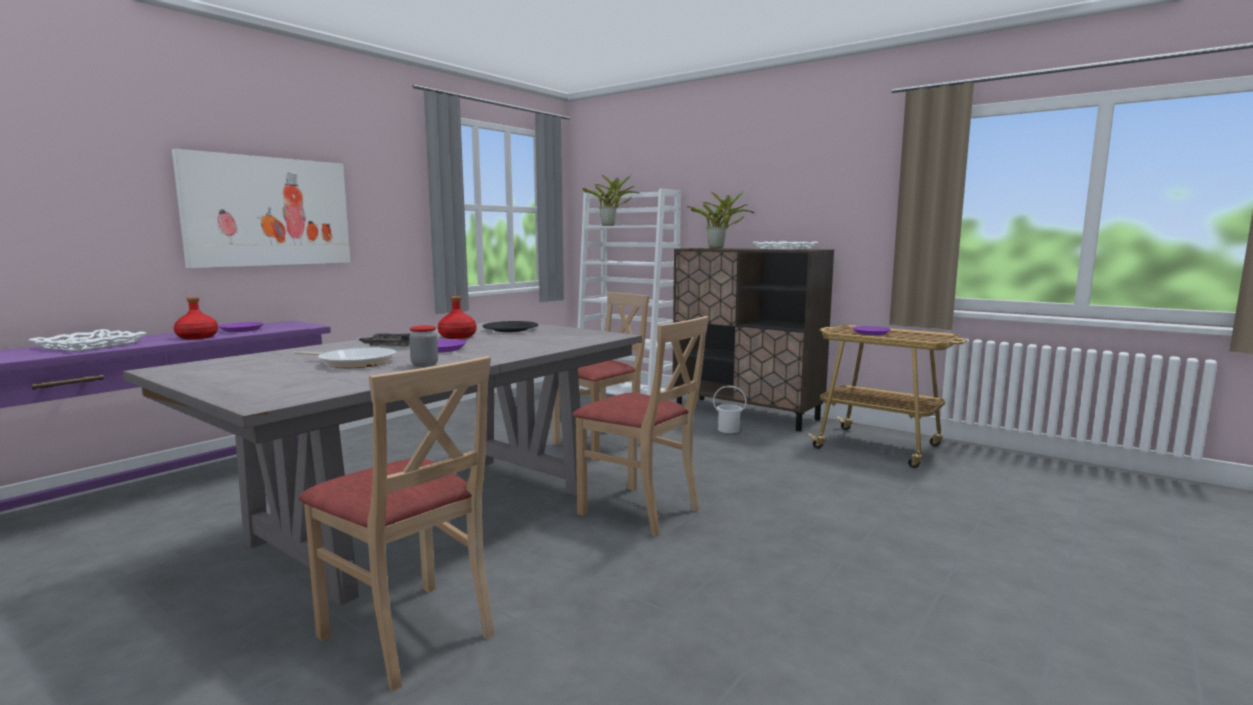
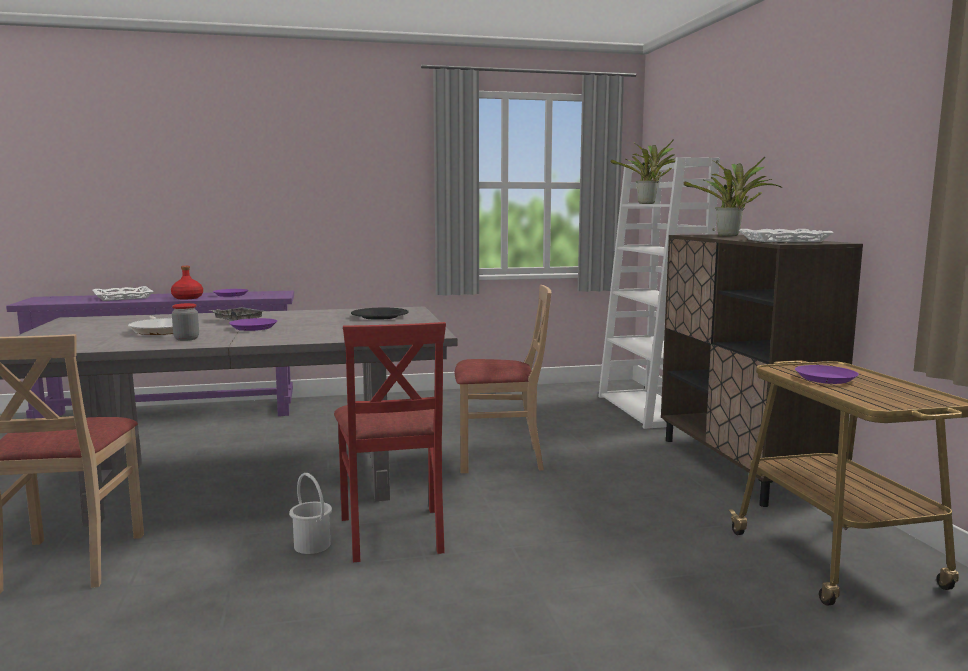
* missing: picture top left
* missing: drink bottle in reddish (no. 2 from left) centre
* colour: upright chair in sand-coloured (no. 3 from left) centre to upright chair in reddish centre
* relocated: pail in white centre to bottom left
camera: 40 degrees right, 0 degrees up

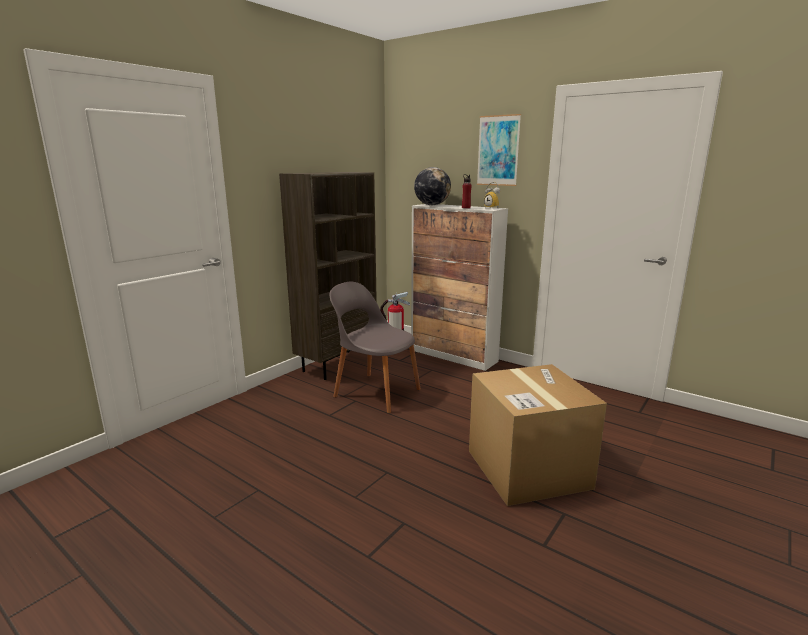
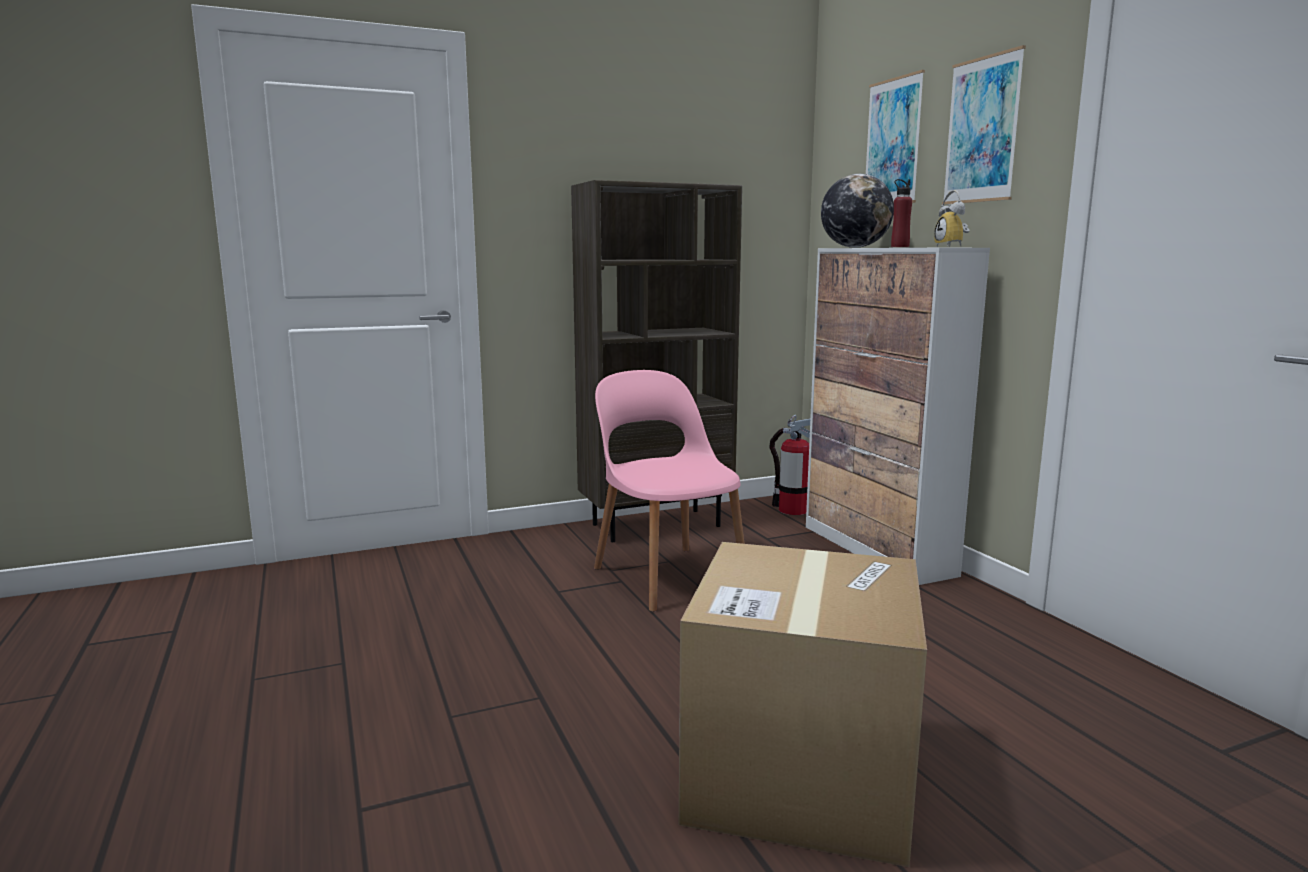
* colour: upright chair in greyish centre to upright chair in pink-coloured centre
* appeared: picture (no. 1 from left) top right
camera: 30 degrees right, 5 degrees down

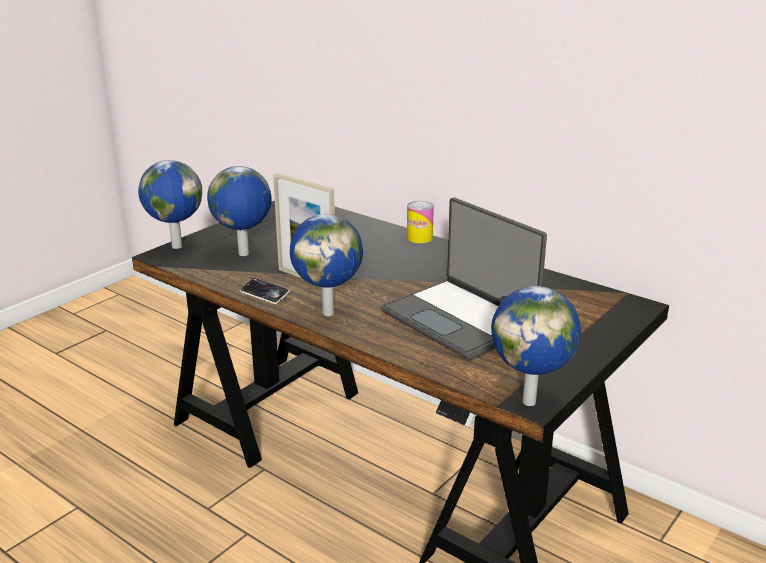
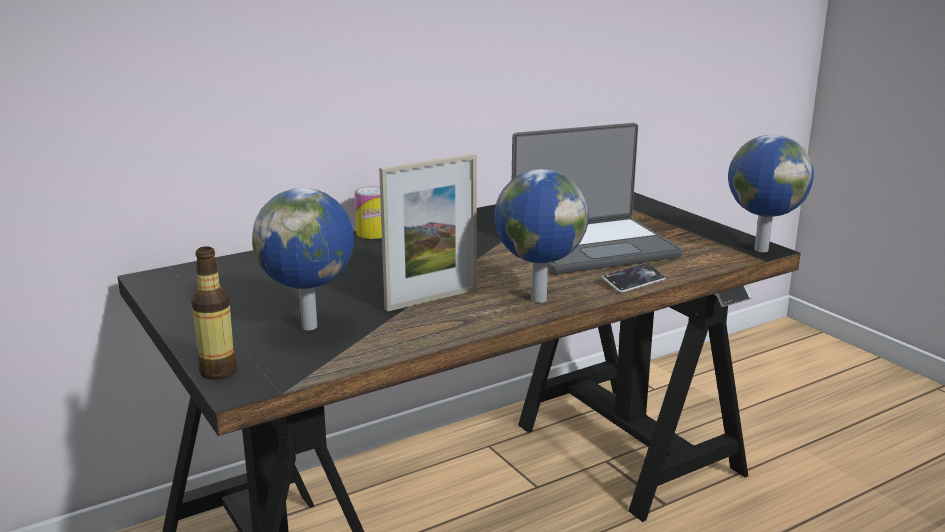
* exchanged: desk globe (no. 1 from left) middle left to drink bottle middle left
* relocated: phone centre to middle right
camera: 70 degrees left, 5 degrees down

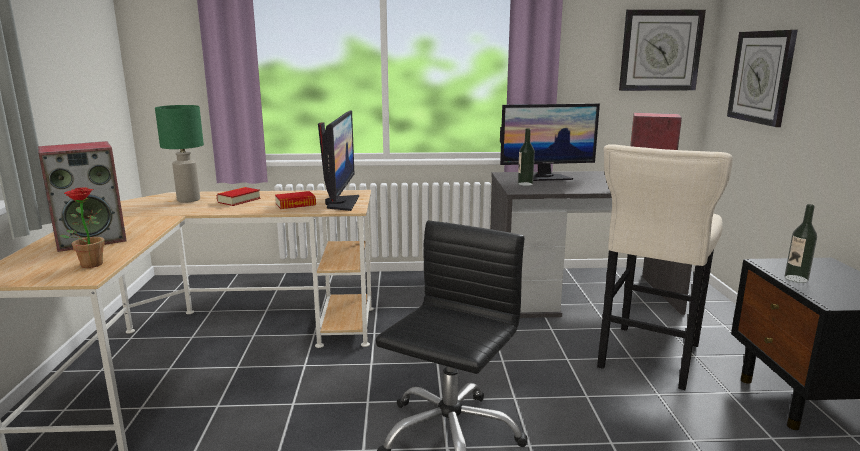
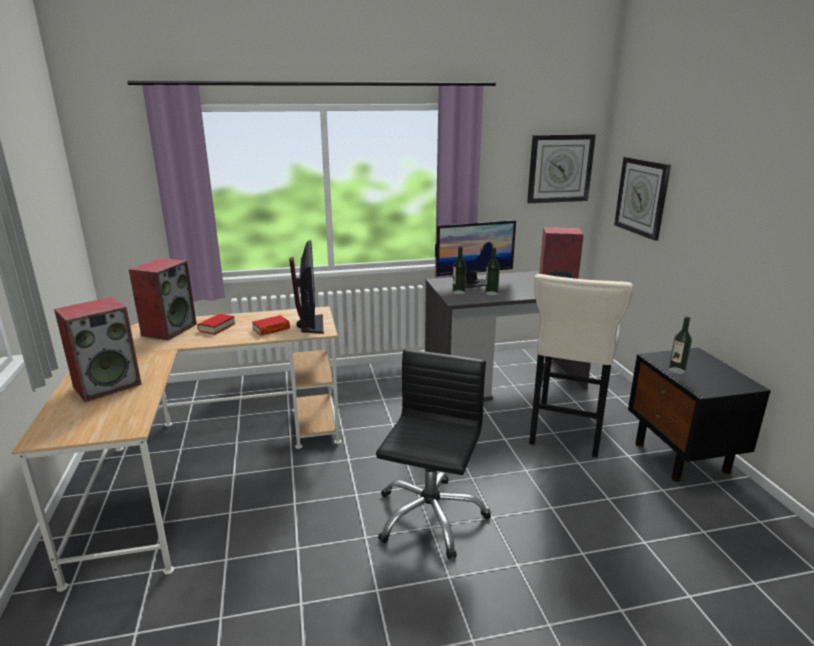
* missing: plant in a pot middle left
* exchanged: lamp for a table in green middle left to loudspeaker (no. 2 from left) middle left
* appeared: drink bottle (no. 2 from left) centre
camera: 10 degrees left, 5 degrees up

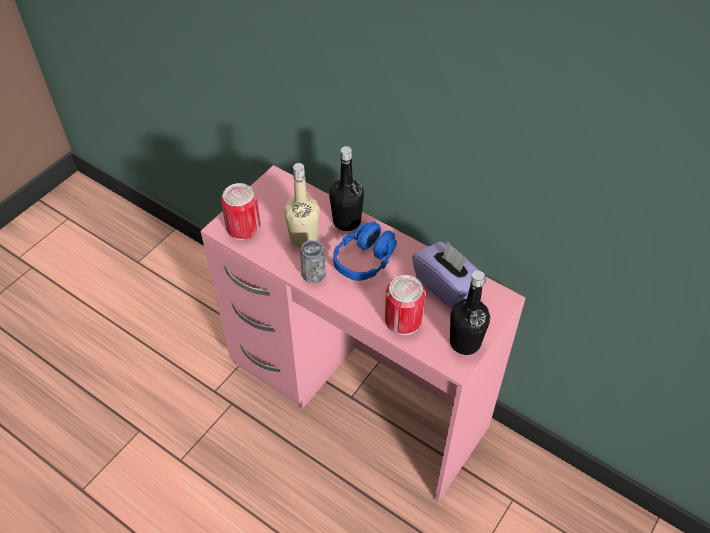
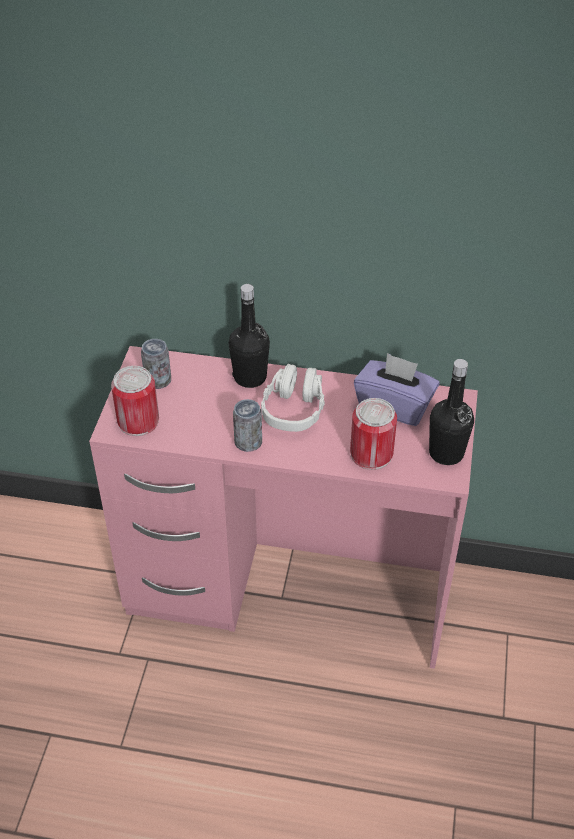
* missing: drink bottle in sand-coloured centre
* colour: headphones in blue centre to headphones in white centre
* appeared: sealed can (no. 2 from left) middle left
camera: 25 degrees left, 5 degrees down

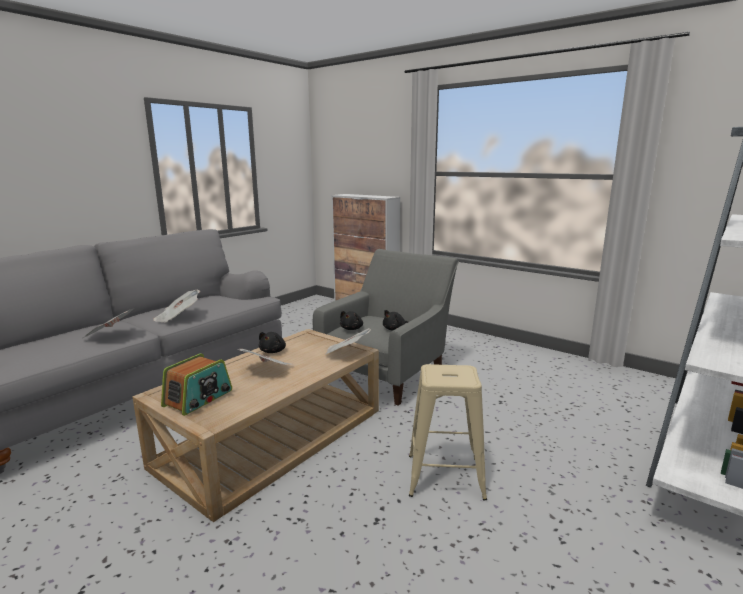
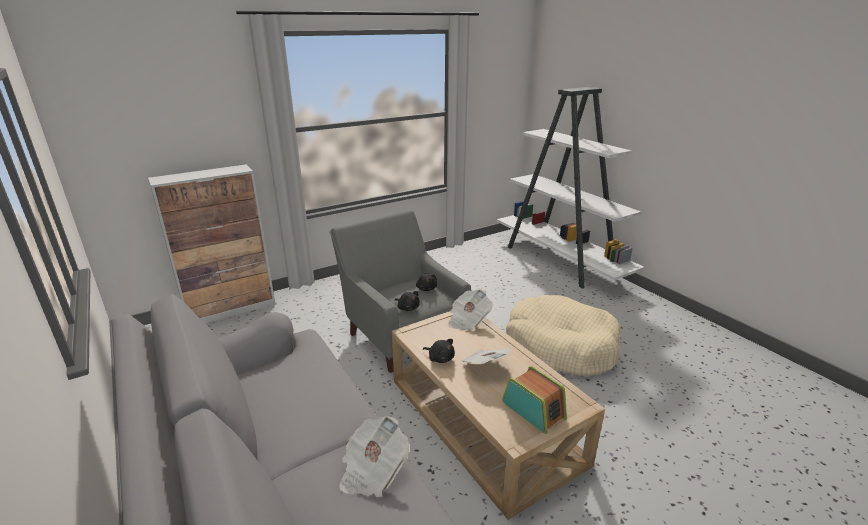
* missing: newspaper (no. 2 from left) middle left
* exchanged: stool seat in sand-coloured bottom centre to dog cushion in sand-coloured centre
camera: 70 degrees left, 10 degrees up

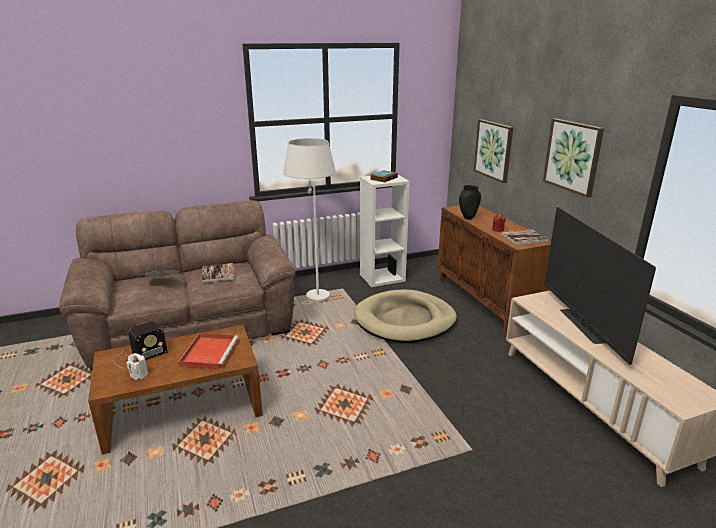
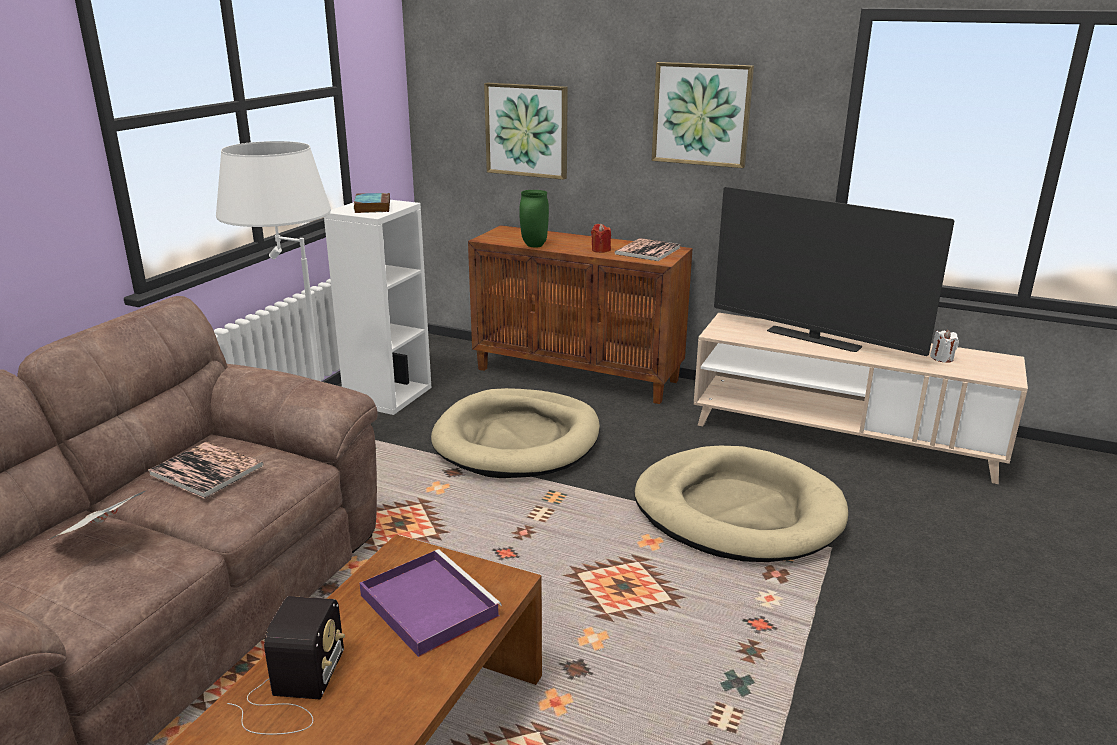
* relocated: candle in white bottom left to middle right
* colour: serving tray in reddish middle left to serving tray in purple bottom centre
* colour: vase in black centre to vase in green top centre
* appeared: dog cushion in sand-coloured (no. 2 from left) bottom centre
camera: 45 degrees left, 0 degrees up

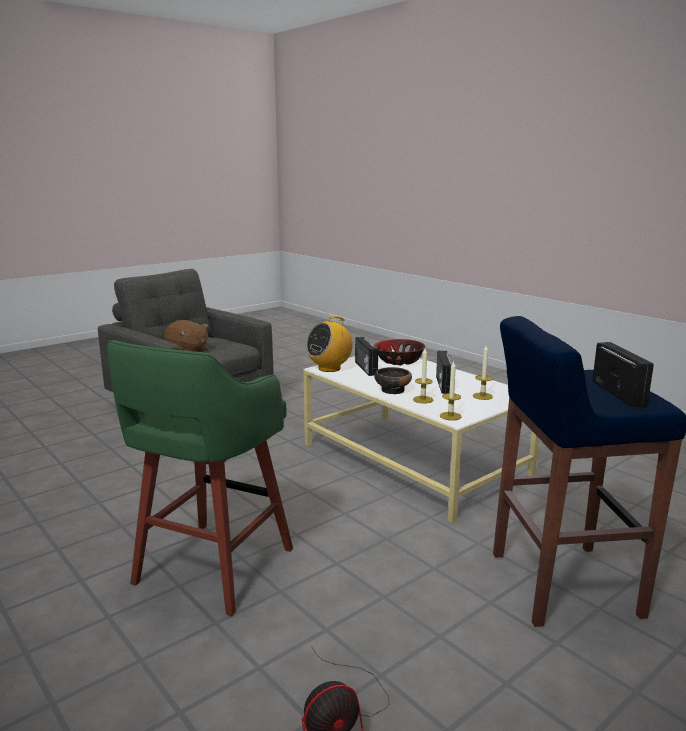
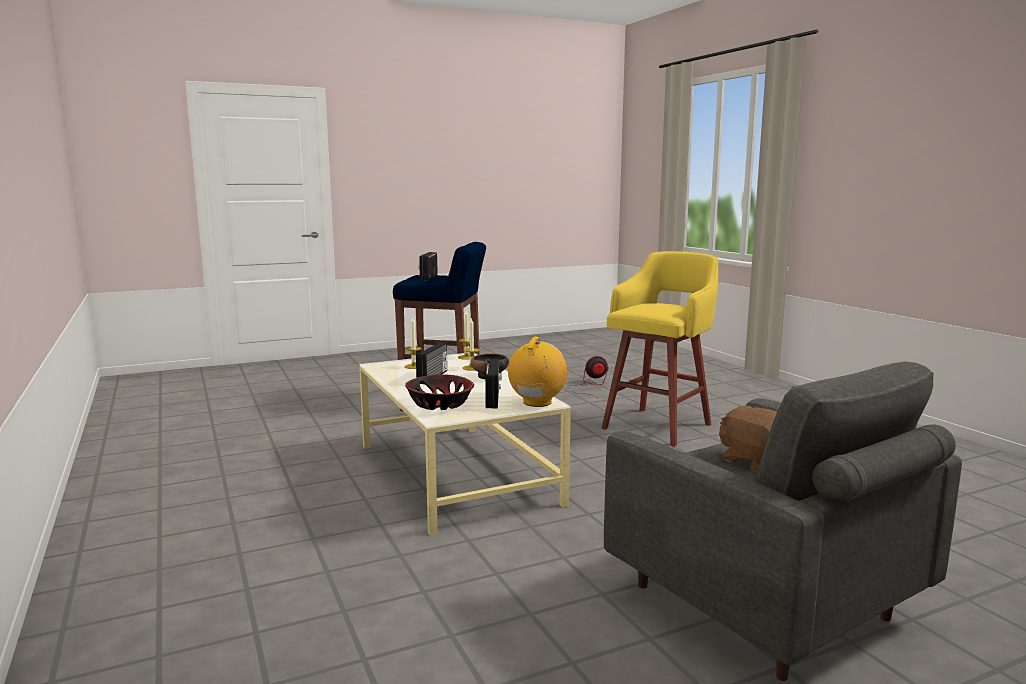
* colour: stool seat in green middle left to stool seat in yellow centre
* spun: radio receiver (no. 1 from left in the first image) centre = centre 45 degrees counterclockwise
camera: 165 degrees left, 5 degrees down

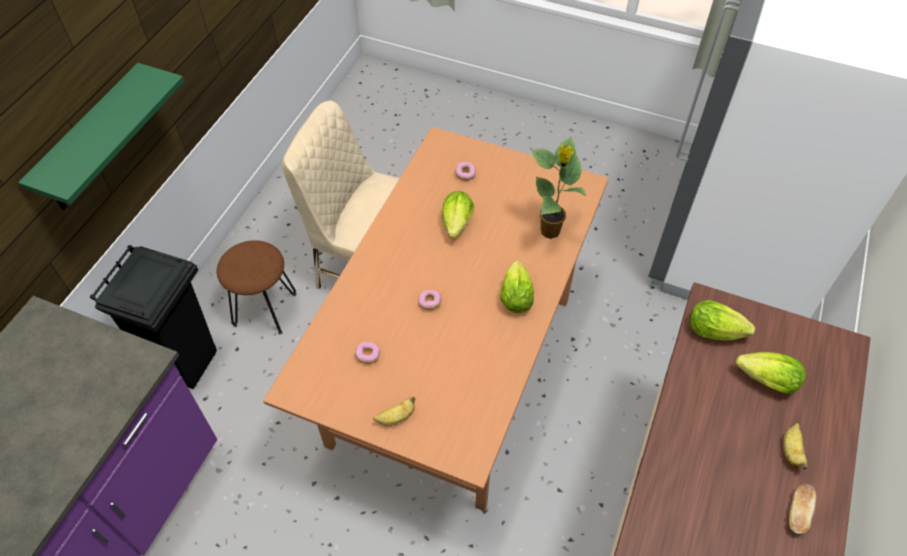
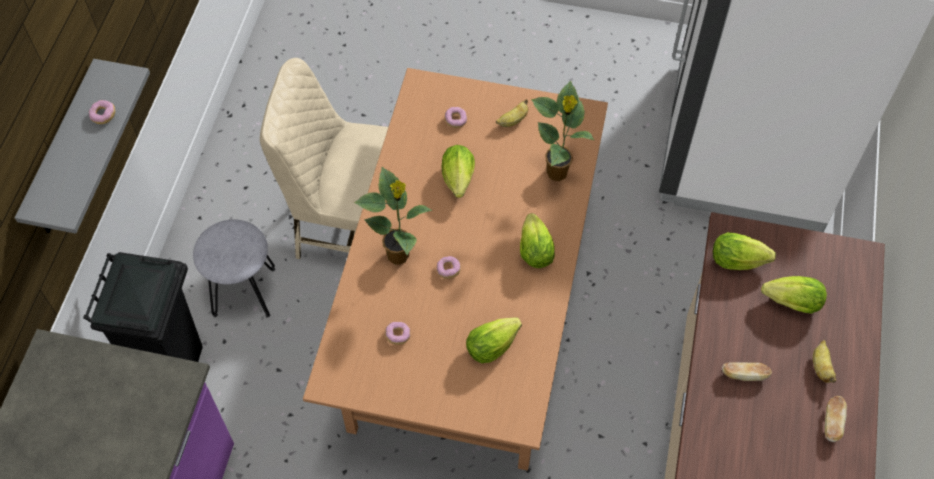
* colour: wall shelf in green top left to wall shelf in greyish top left
* colour: stool seat in brownish middle left to stool seat in greyish middle left
* relocated: whole banana (no. 1 from left) bottom centre to top centre
* appeared: doughnut (no. 1 from left) top left
* appeared: plant in a pot (no. 1 from left) centre
* appeared: head of lettuce (no. 2 from left) bottom centre
* appeared: bakery bread (no. 1 from left) bottom right
camera: 10 degrees left, 5 degrees up

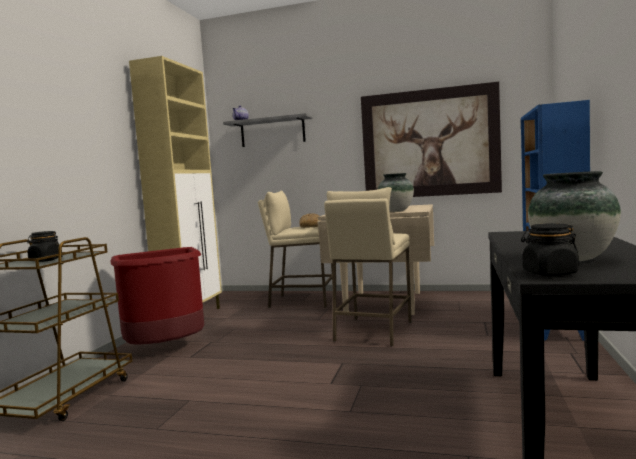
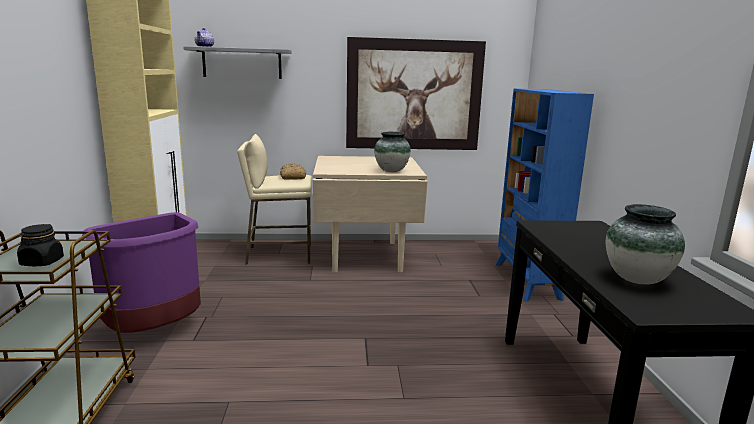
* colour: trash can in reddish middle left to trash can in purple middle left
* missing: stool seat in sand-coloured (no. 2 from left) centre
* missing: jar in black (no. 2 from left) middle right
camera: 20 degrees left, 10 degrees up

